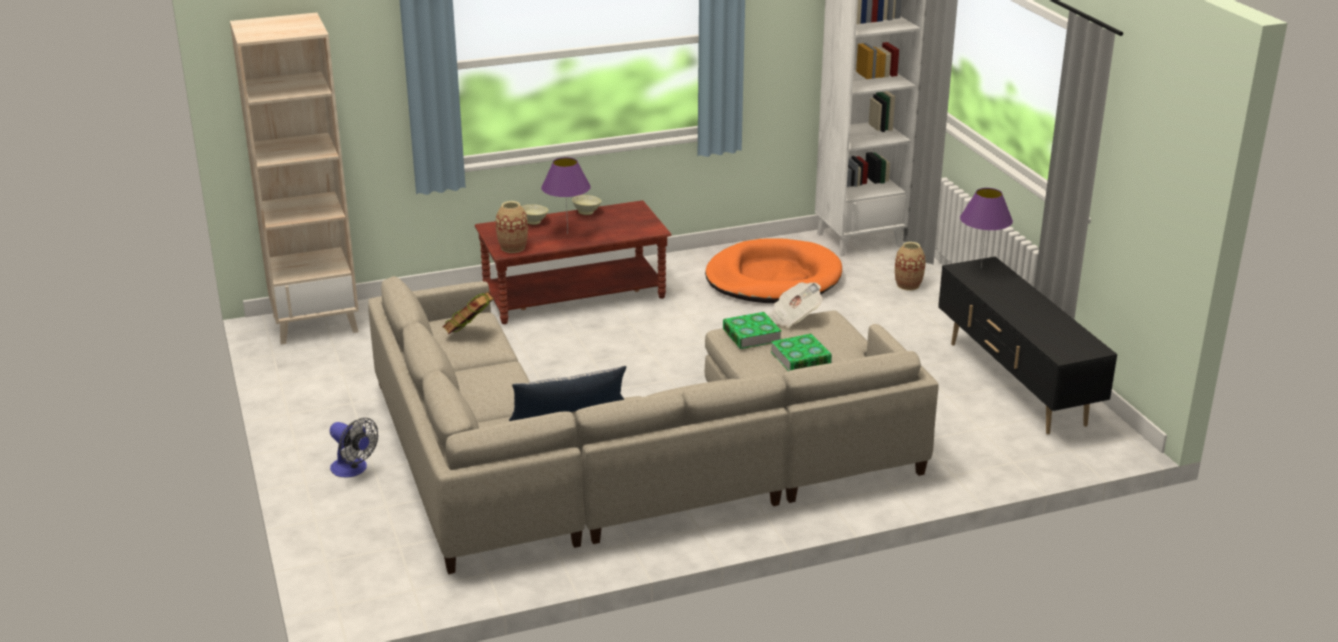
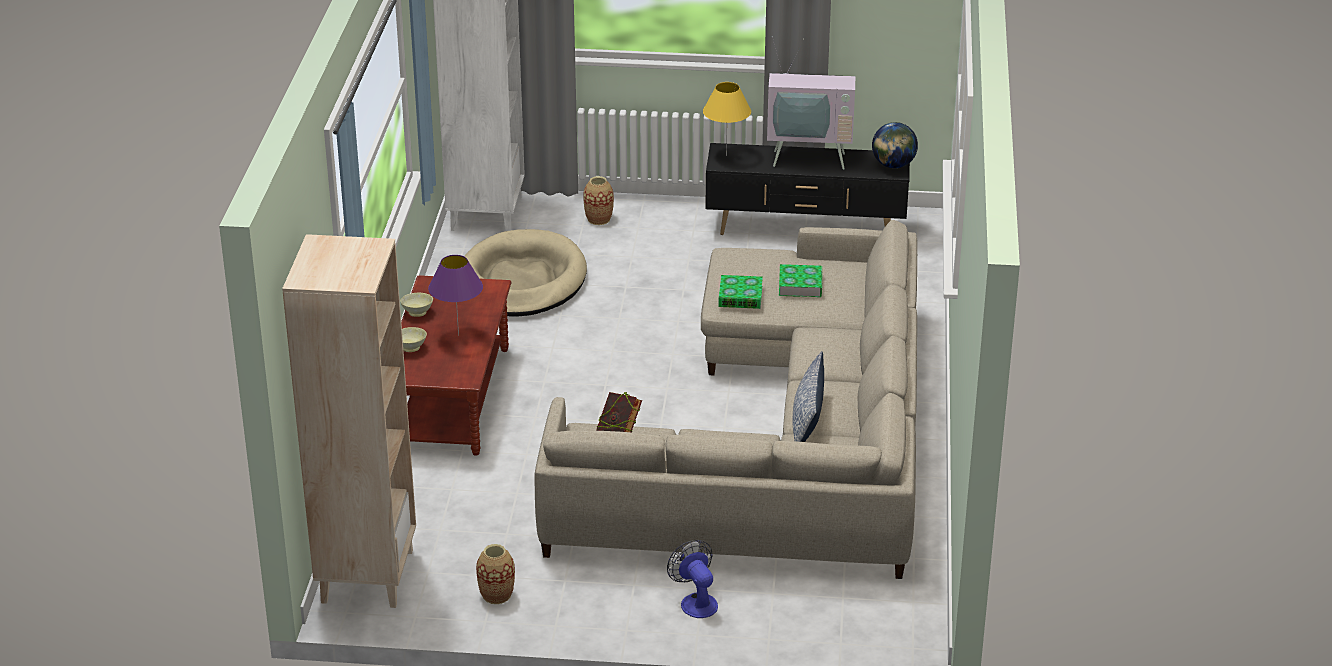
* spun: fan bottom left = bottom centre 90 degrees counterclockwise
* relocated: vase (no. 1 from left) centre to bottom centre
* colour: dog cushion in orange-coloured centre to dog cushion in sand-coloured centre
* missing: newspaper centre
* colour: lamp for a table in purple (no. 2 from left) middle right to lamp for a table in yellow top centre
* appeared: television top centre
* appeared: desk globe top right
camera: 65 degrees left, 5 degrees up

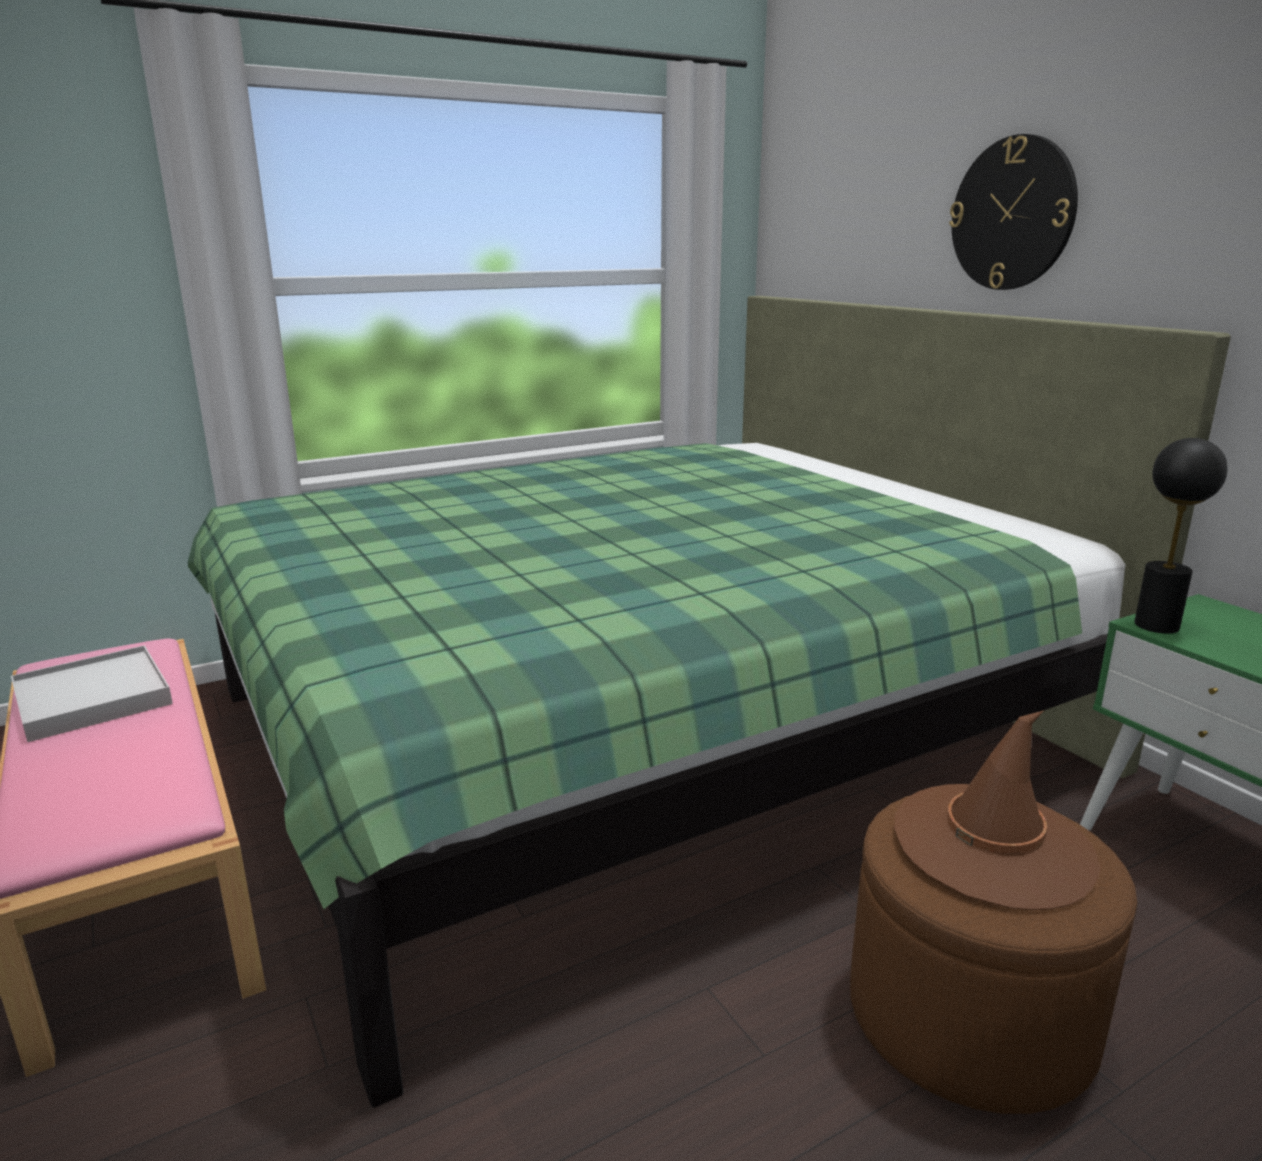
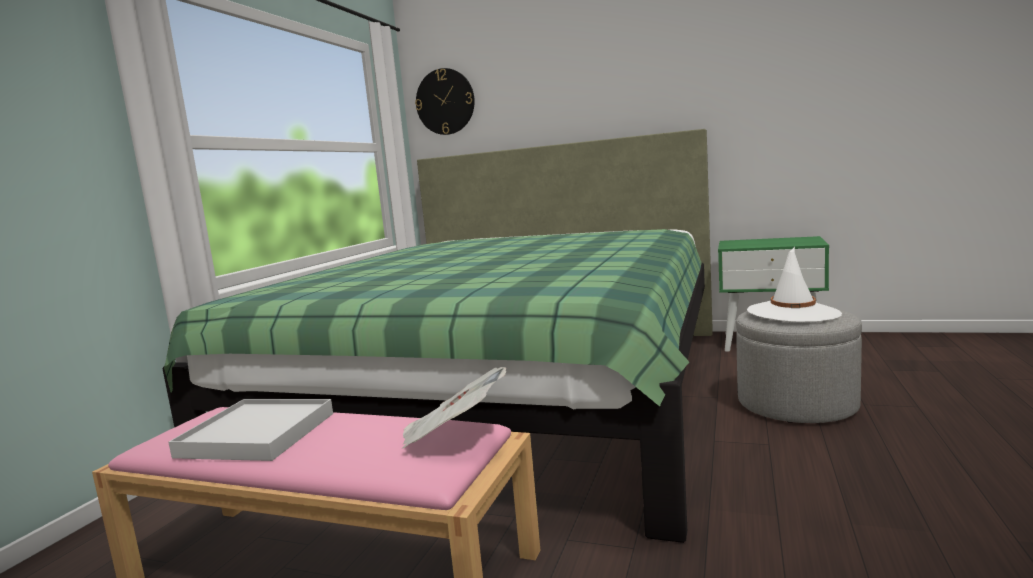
* colour: ottoman in brownish bottom right to ottoman in greyish middle right
* colour: wearable hat in brownish bottom right to wearable hat in white middle right
* relocated: hanging clock top right to top centre
* missing: lamp for a table in black middle right
* appeared: newspaper bottom centre
camera: 40 degrees left, 10 degrees down

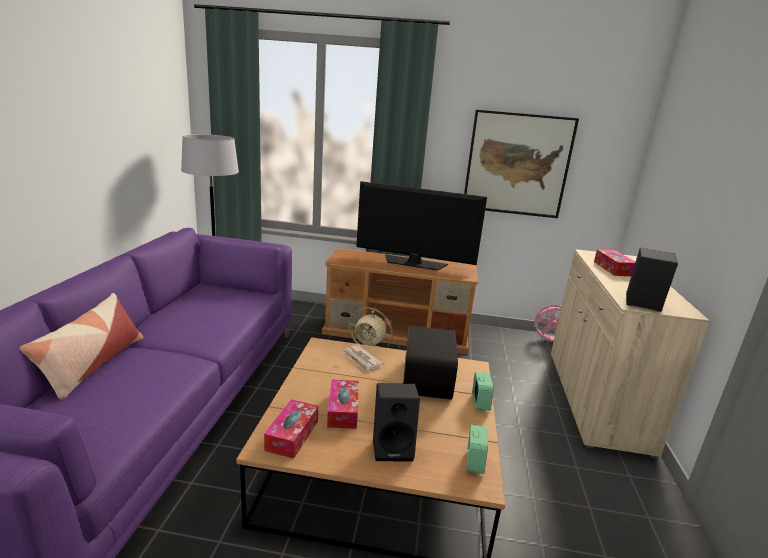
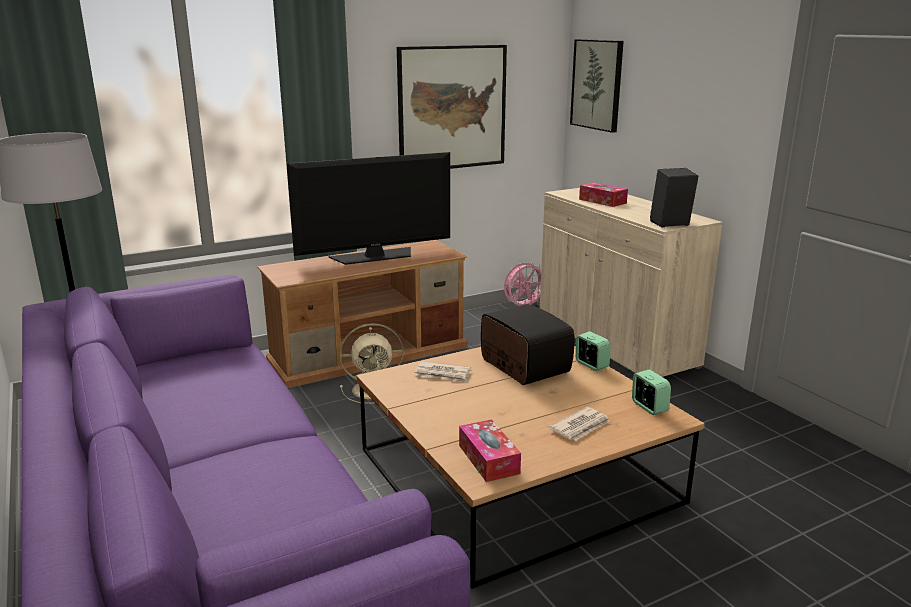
* missing: cushion middle left
* missing: tissue holder (no. 2 from left) bottom centre
* exchanged: loudspeaker in black (no. 1 from left) bottom centre to newspaper (no. 2 from left) bottom centre
* appeared: picture (no. 2 from left) top centre
camera: 35 degrees left, 0 degrees up

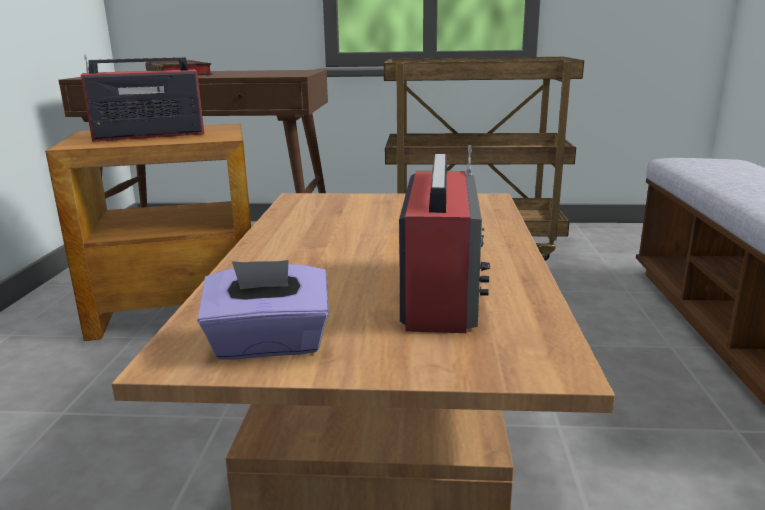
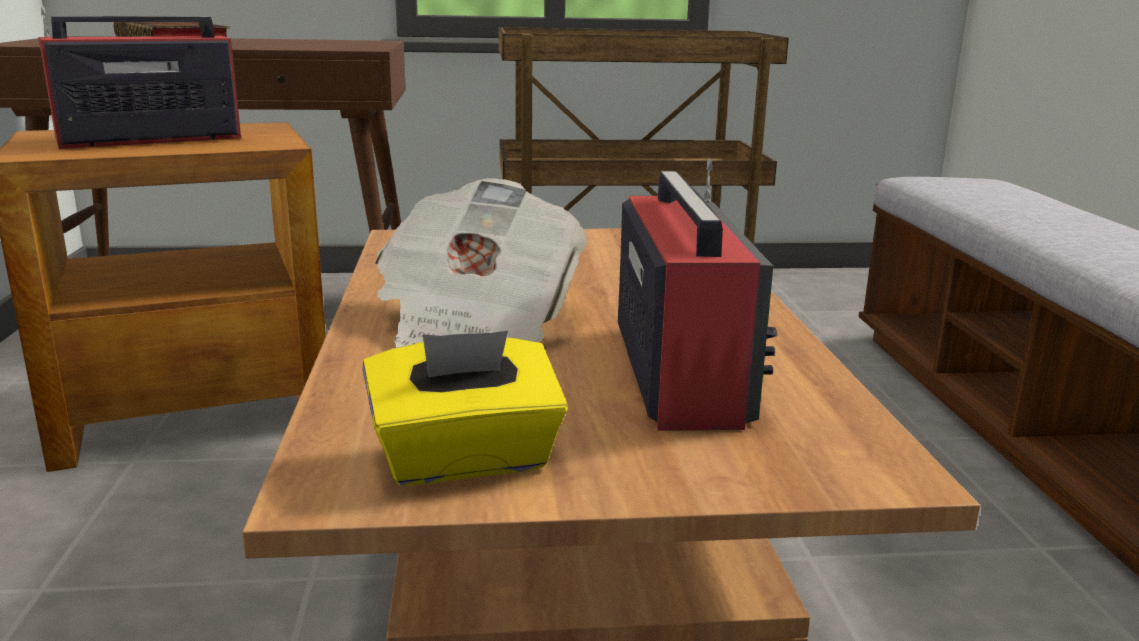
* colour: tissue holder in purple centre to tissue holder in yellow centre
* appeared: newspaper centre
camera: 10 degrees left, 0 degrees up

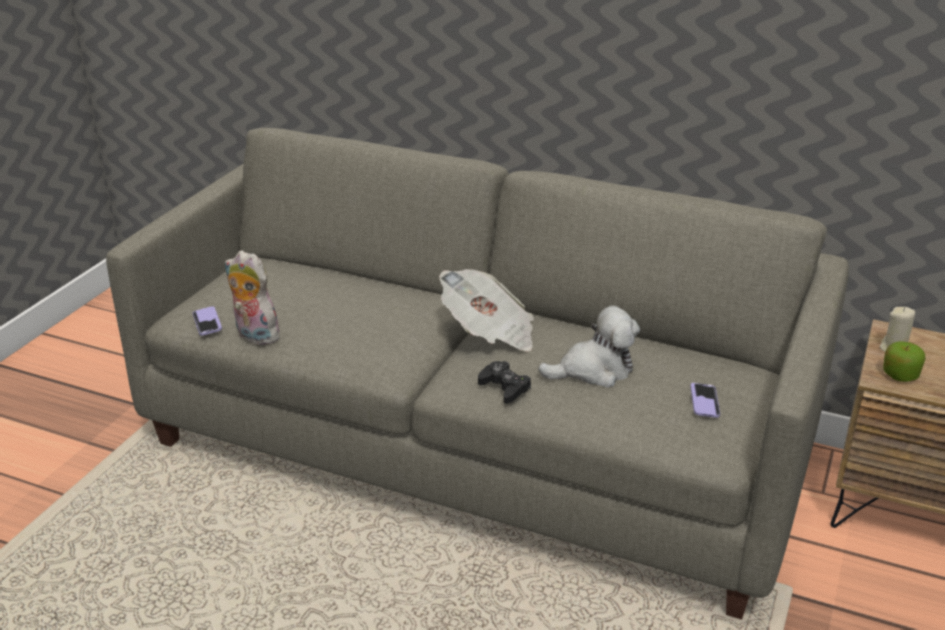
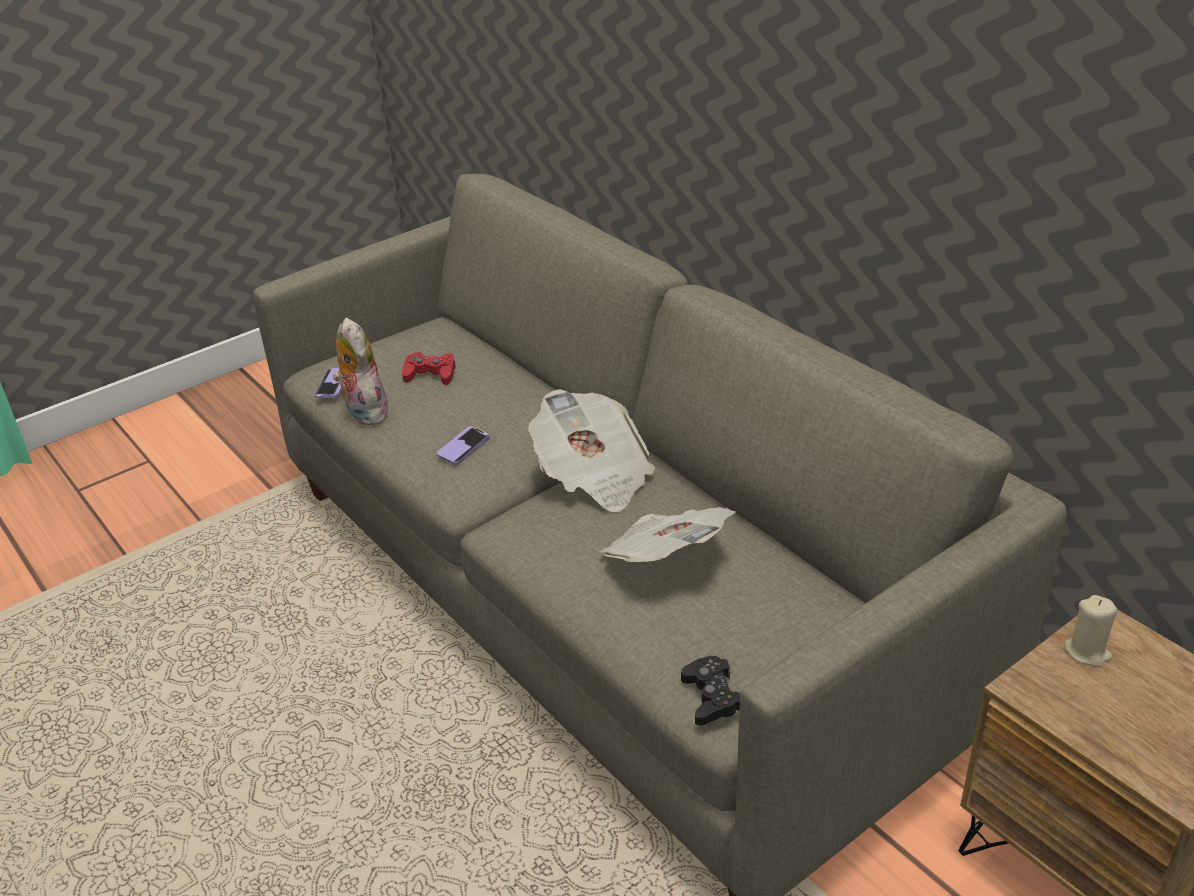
* relocated: game controller in black centre to bottom centre
* exchanged: soft toy (no. 2 from left) centre to newspaper (no. 2 from left) centre
* relocated: phone (no. 2 from left) middle right to centre
* missing: whole apple middle right
* appeared: game controller in reddish centre
camera: 30 degrees right, 5 degrees up

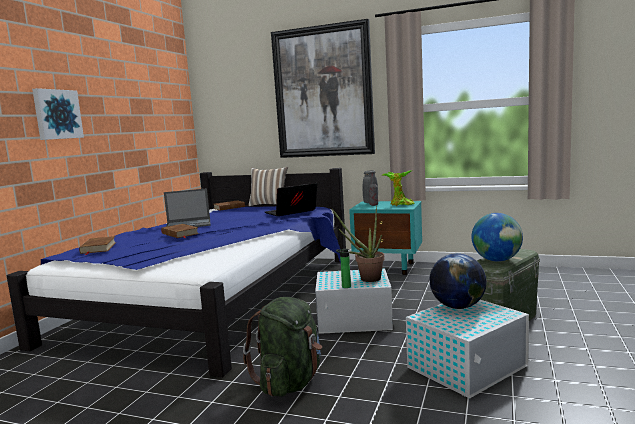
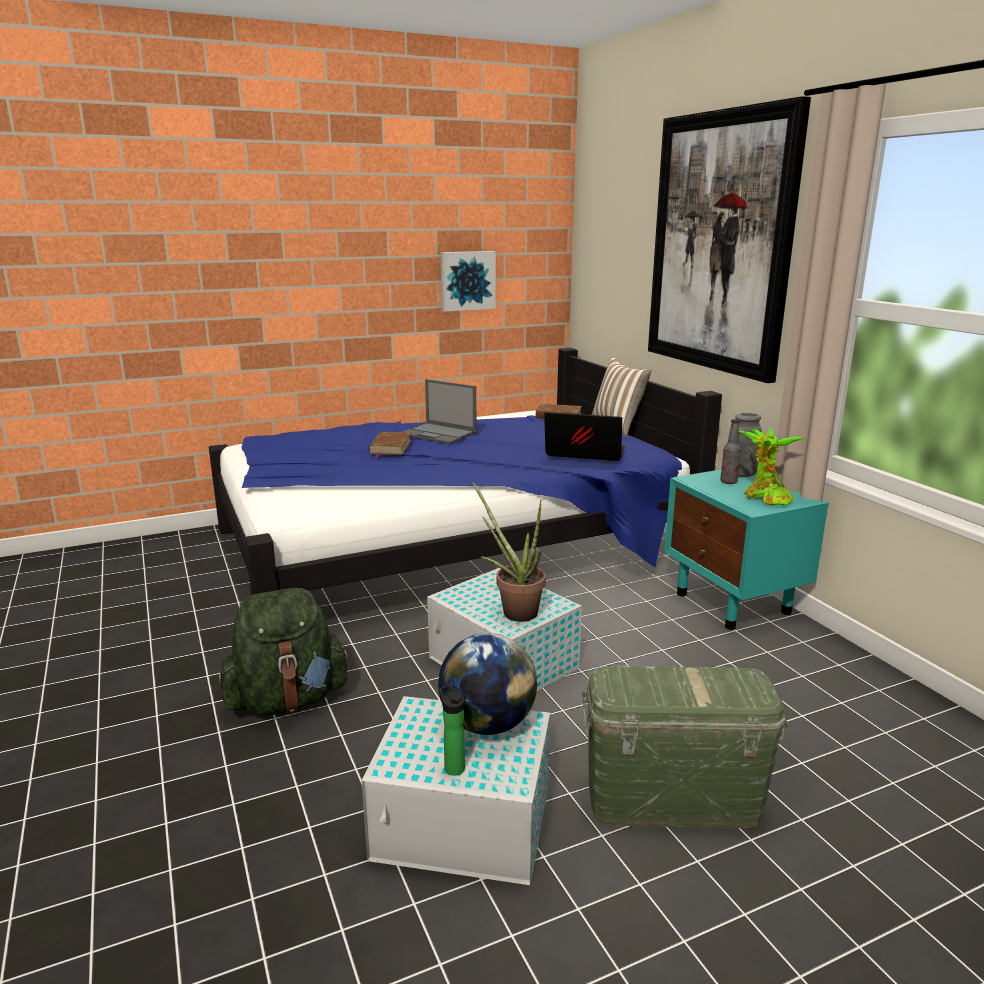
* relocated: picture (no. 1 from left) top left to top centre
* missing: book in brownish (no. 1 from left) middle left
* relocated: drink bottle (no. 1 from left) centre to bottom centre
* missing: desk globe (no. 2 from left) middle right
camera: 45 degrees right, 10 degrees up

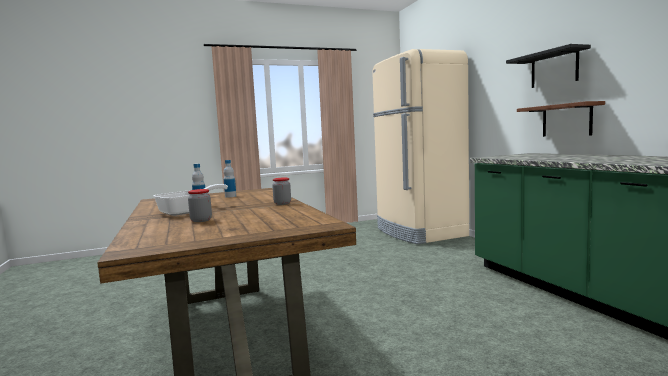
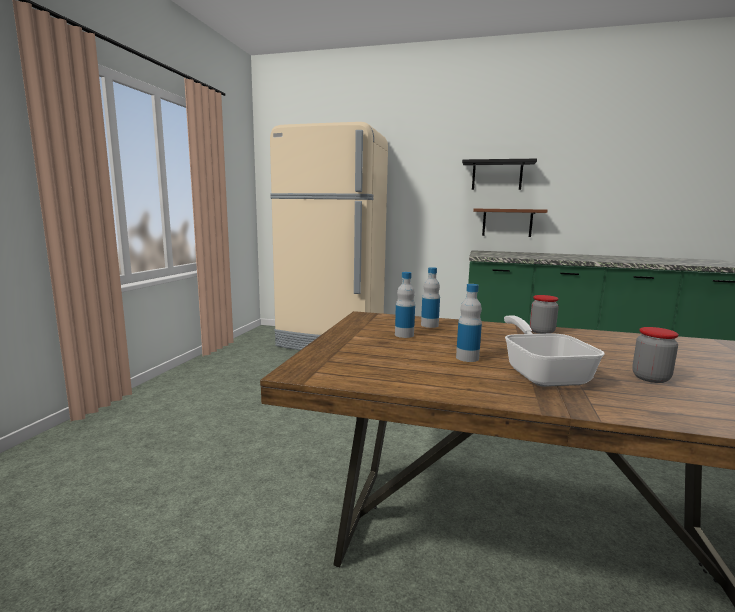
* appeared: drink bottle (no. 2 from left) centre
camera: 55 degrees left, 5 degrees up

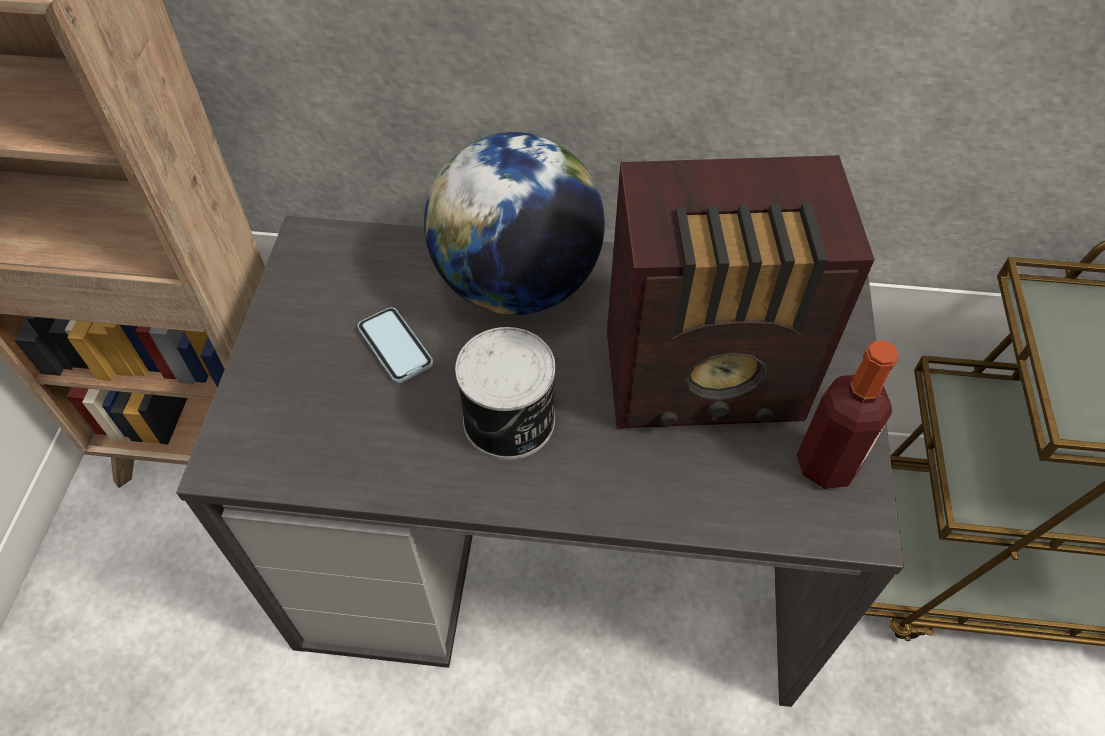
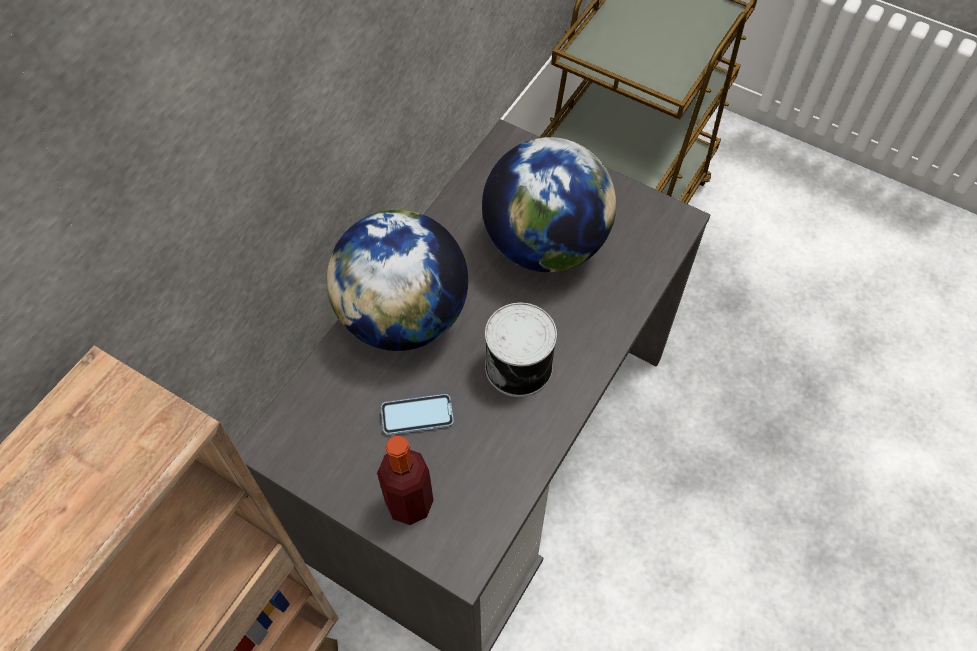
* exchanged: radio receiver middle right to desk globe (no. 2 from left) top centre
* relocated: drink bottle middle right to bottom centre
camera: 65 degrees left, 5 degrees up

